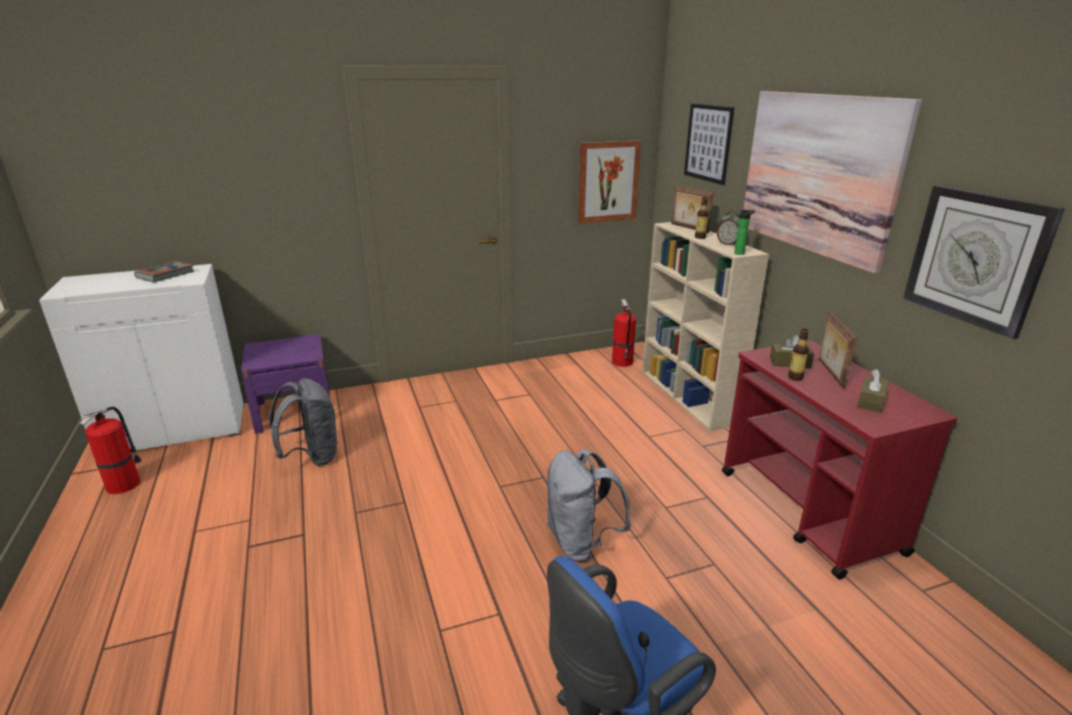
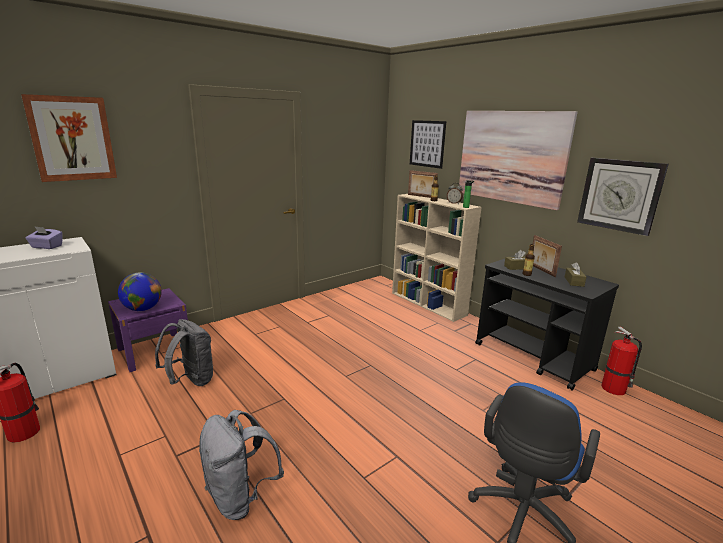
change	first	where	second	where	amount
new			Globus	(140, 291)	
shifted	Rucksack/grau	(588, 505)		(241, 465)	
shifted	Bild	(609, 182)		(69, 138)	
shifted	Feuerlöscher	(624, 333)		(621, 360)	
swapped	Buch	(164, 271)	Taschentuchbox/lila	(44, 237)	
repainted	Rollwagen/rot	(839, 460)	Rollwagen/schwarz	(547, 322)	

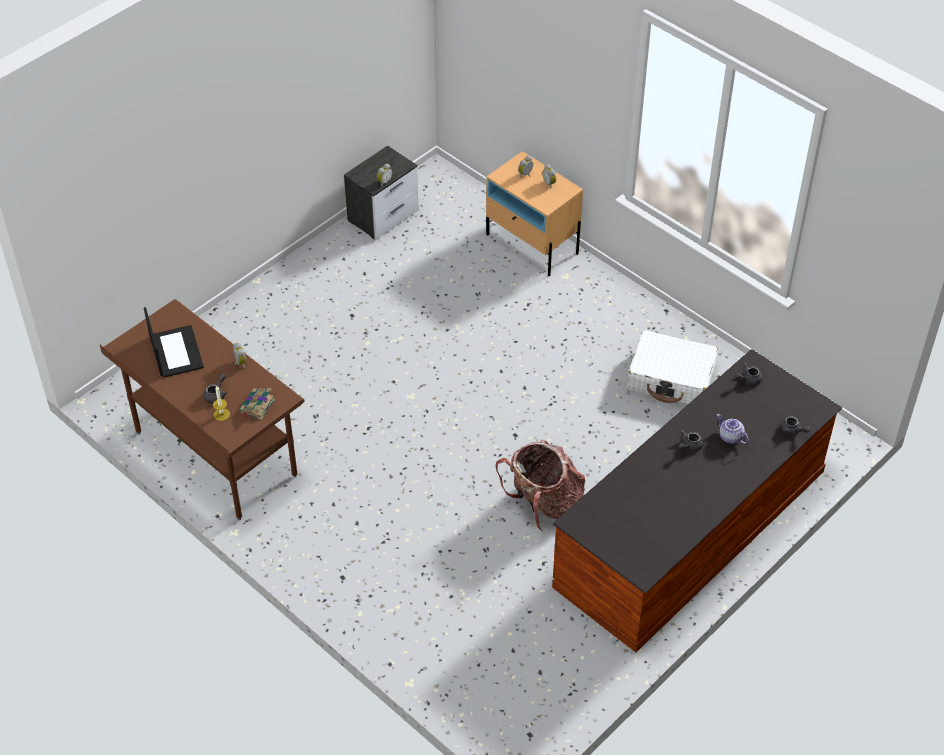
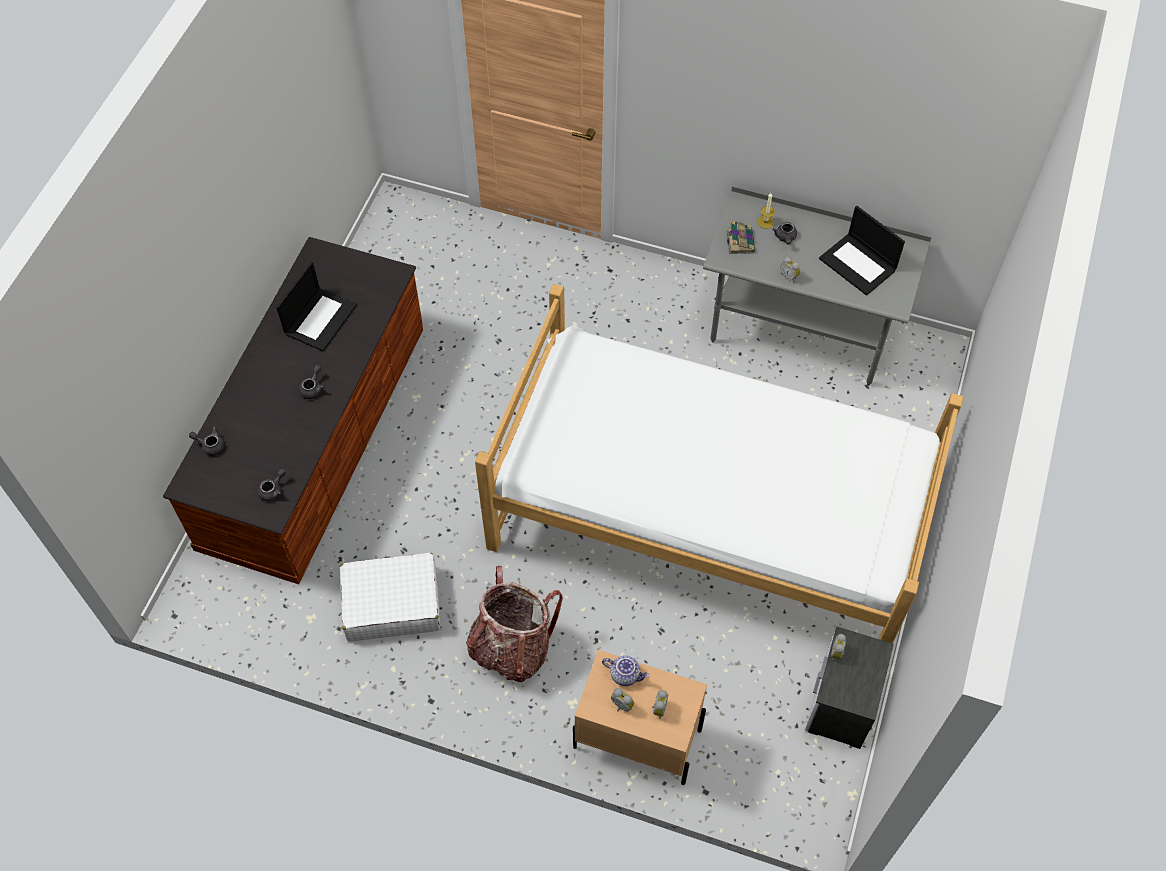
change	first	where	second	where	amount
new			Laptop	(316, 306)	
new			Bett	(719, 463)	
shifted	Rucksack	(541, 485)		(514, 624)	
shifted	Teekanne	(733, 429)		(625, 670)	
repainted	Schreibtisch/braun	(202, 409)	Schreibtisch/grau	(817, 285)	

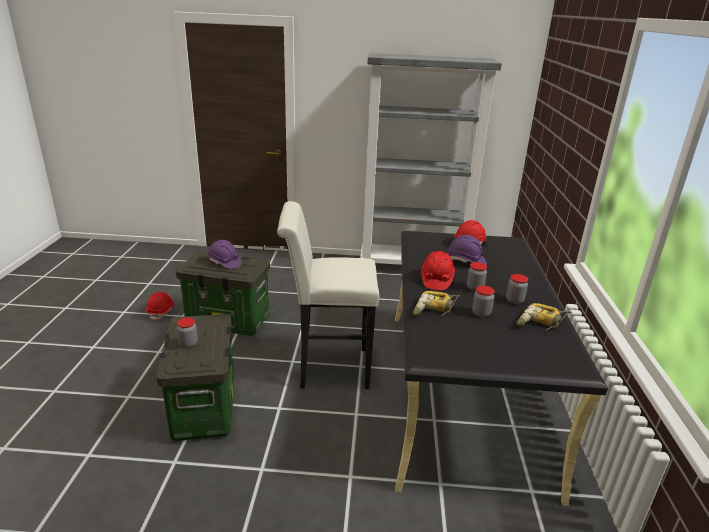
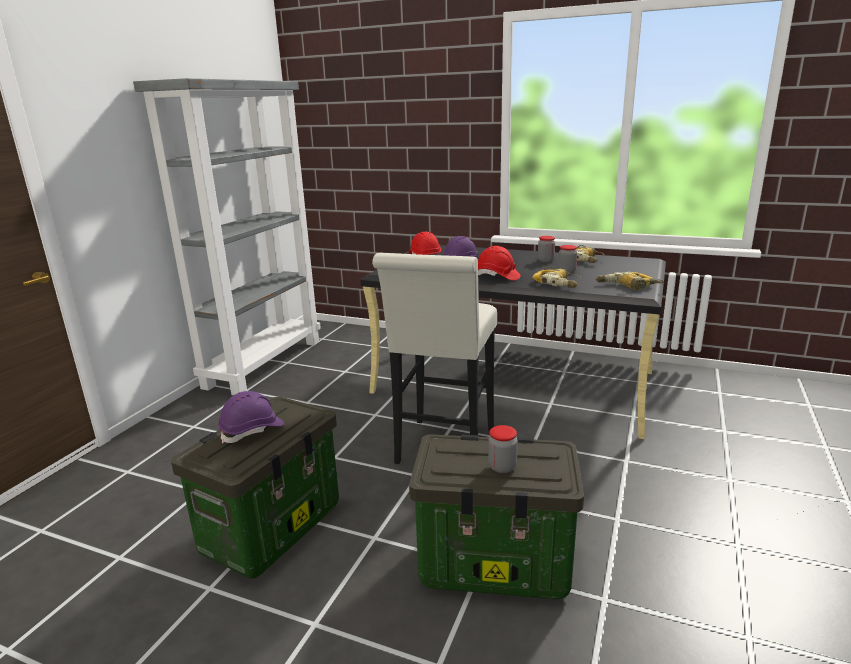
change	first	where	second	where	amount
gone	Schutzhelm/rot	(161, 306)			
gone	Vorratsglas	(477, 276)			
new			Bohrmaschine	(630, 280)	

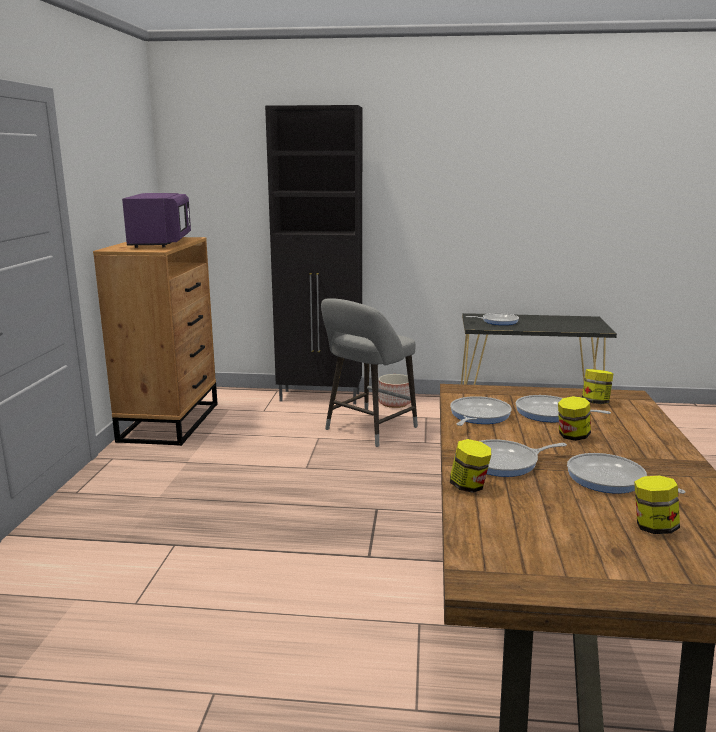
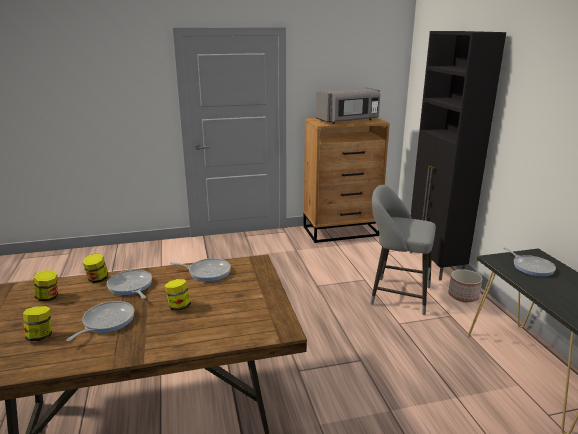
change	first	where	second	where	amount
gone	Pfanne	(563, 408)			
shifted	Vorratsglas	(597, 386)		(46, 285)	
repainted	Mikrowelle/lila	(156, 220)	Mikrowelle/grau	(348, 105)	

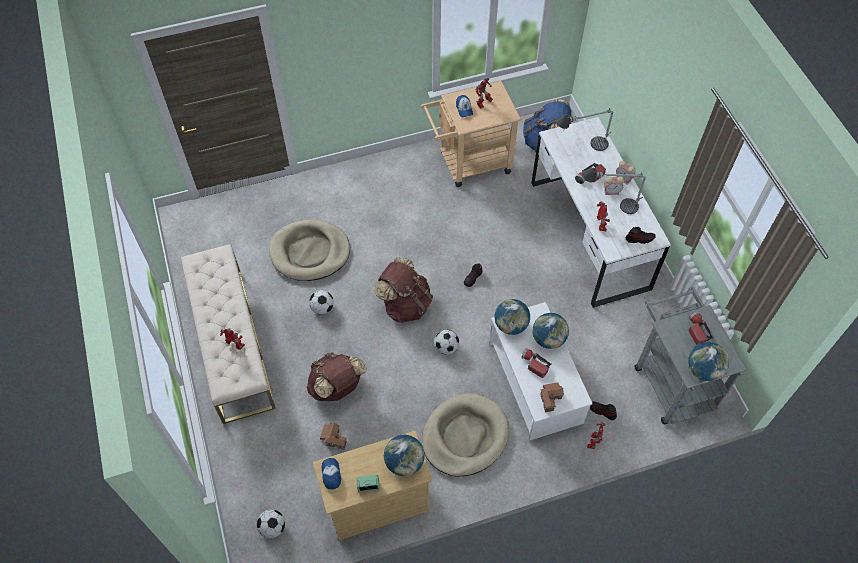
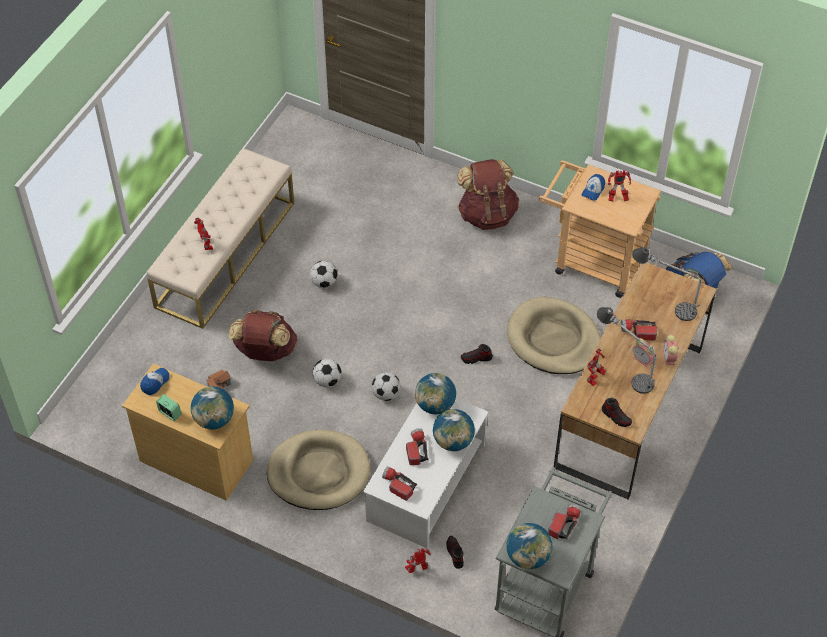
change	first	where	second	where	amount
shifted	Fußball	(271, 523)		(326, 373)	
shifted	Hundebett/beige	(309, 250)		(554, 335)	
shifted	Rucksack/braun	(403, 290)		(488, 194)	
swapped	Spielzeughaus	(552, 397)	Taschenlampe	(399, 483)	
repainted	Schreibtisch/weiß	(601, 212)	Schreibtisch/braun	(635, 381)	

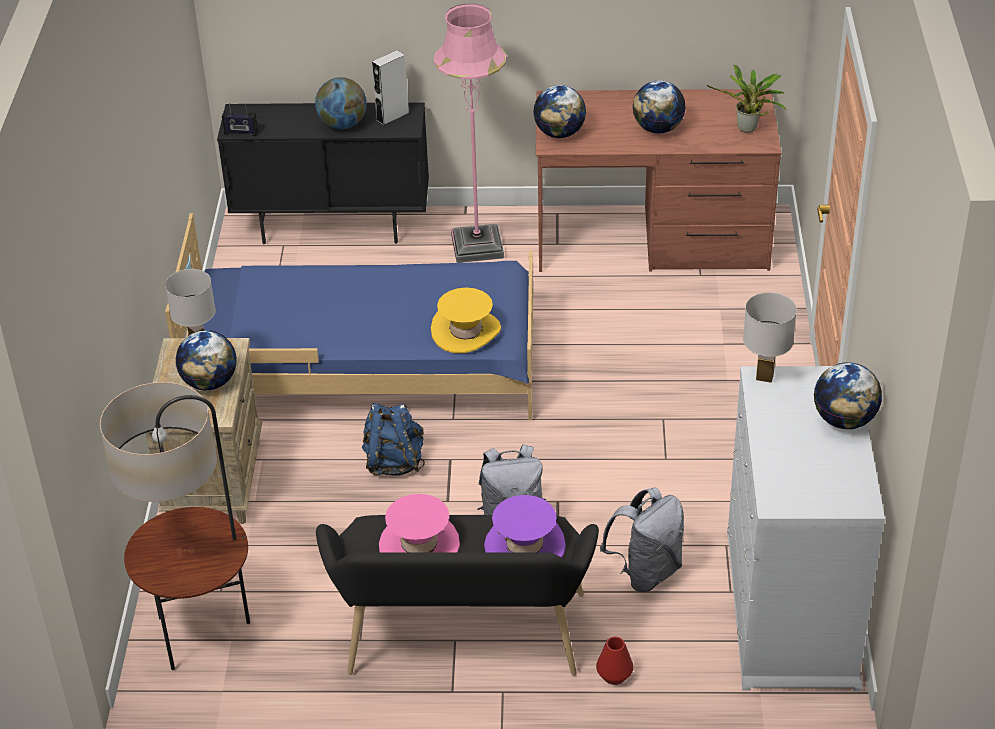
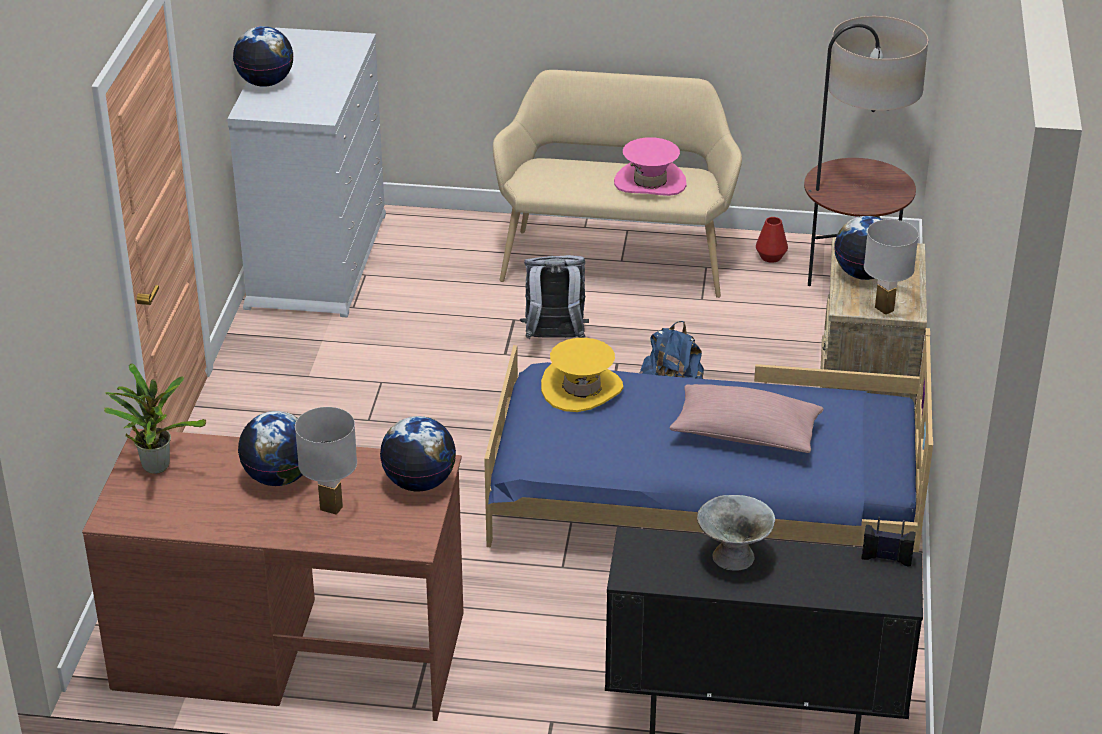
change	first	where	second	where	amount
gone	Lautsprecher/grau	(390, 87)			
gone	Stehlampe/rosa	(470, 133)			
gone	Hut/lila	(525, 526)			
gone	Rucksack/grau	(642, 540)			
new			Kissen/rosa	(746, 418)	
shifted	Vase/rot	(615, 661)		(772, 240)	
shifted	Tischlampe/weiß	(770, 337)		(326, 461)	
swapped	Globus	(341, 103)	Schüssel/grau	(736, 533)	
repainted	Bank/schwarz	(457, 595)	Bank/beige	(617, 184)	

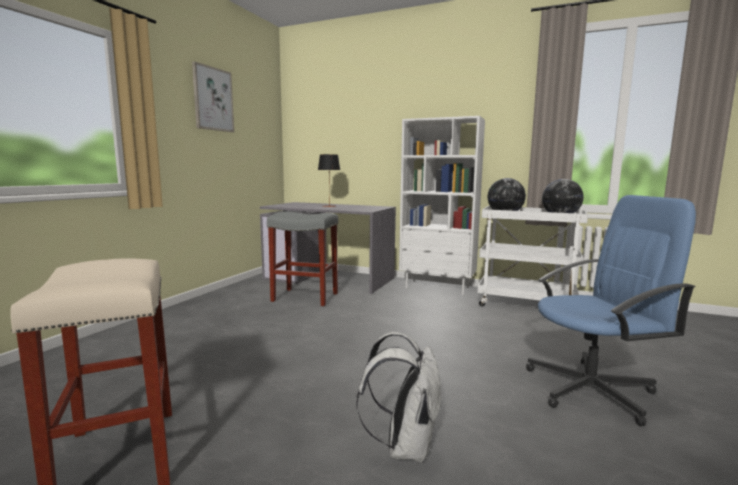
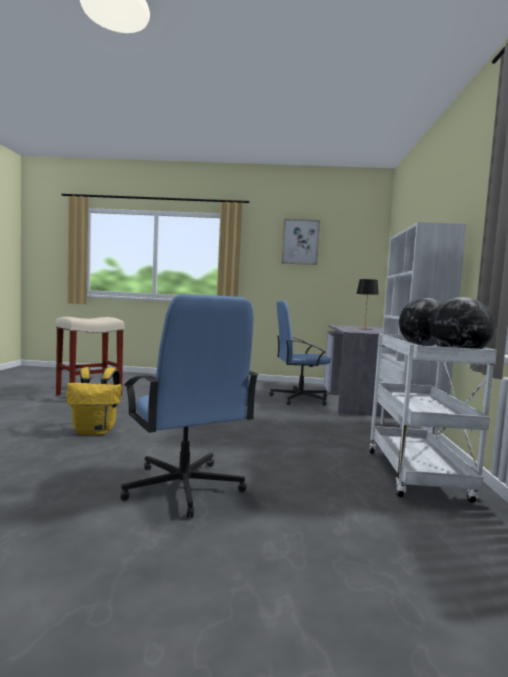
change	first	where	second	where	amount
swapped	Hocker/grau	(302, 258)	Bürostuhl/blau	(300, 353)	
repainted	Rucksack/weiß	(399, 397)	Rucksack/gelb	(94, 401)	

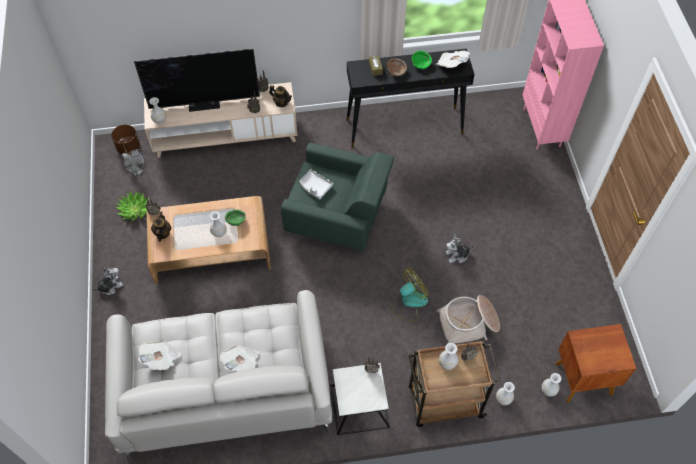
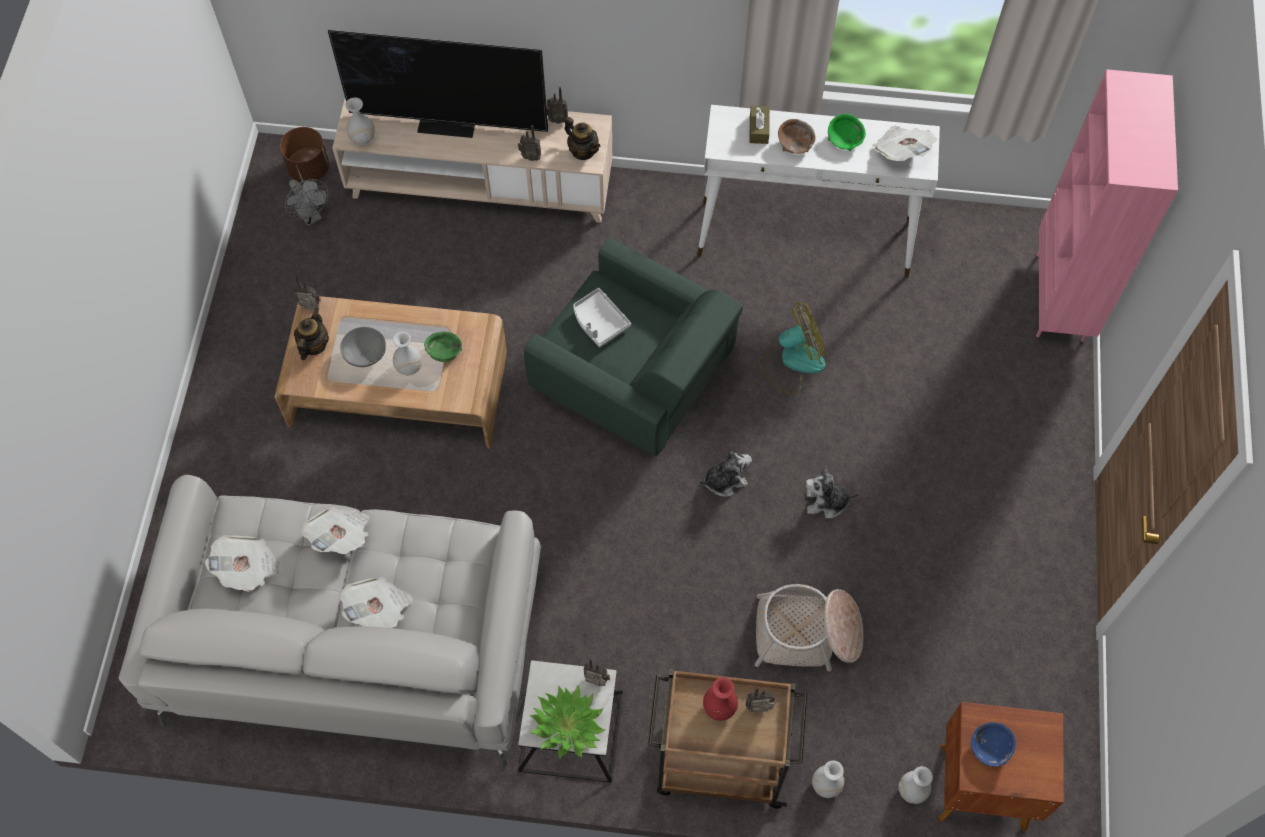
change	first	where	second	where	amount
new			Zeitung	(336, 530)	
new			Schüssel/grau	(363, 347)	
new			Schüssel/blau	(993, 744)	
shifted	Plüschtier	(108, 281)		(725, 474)	
shifted	Topfpflanze	(132, 206)		(567, 722)	
shifted	Ventilator	(410, 295)		(793, 348)	
repainted	Konsolentisch/schwarz	(410, 98)	Konsolentisch/weiß	(818, 191)	
repainted	Vase/weiß	(448, 356)	Vase/rot	(720, 699)	

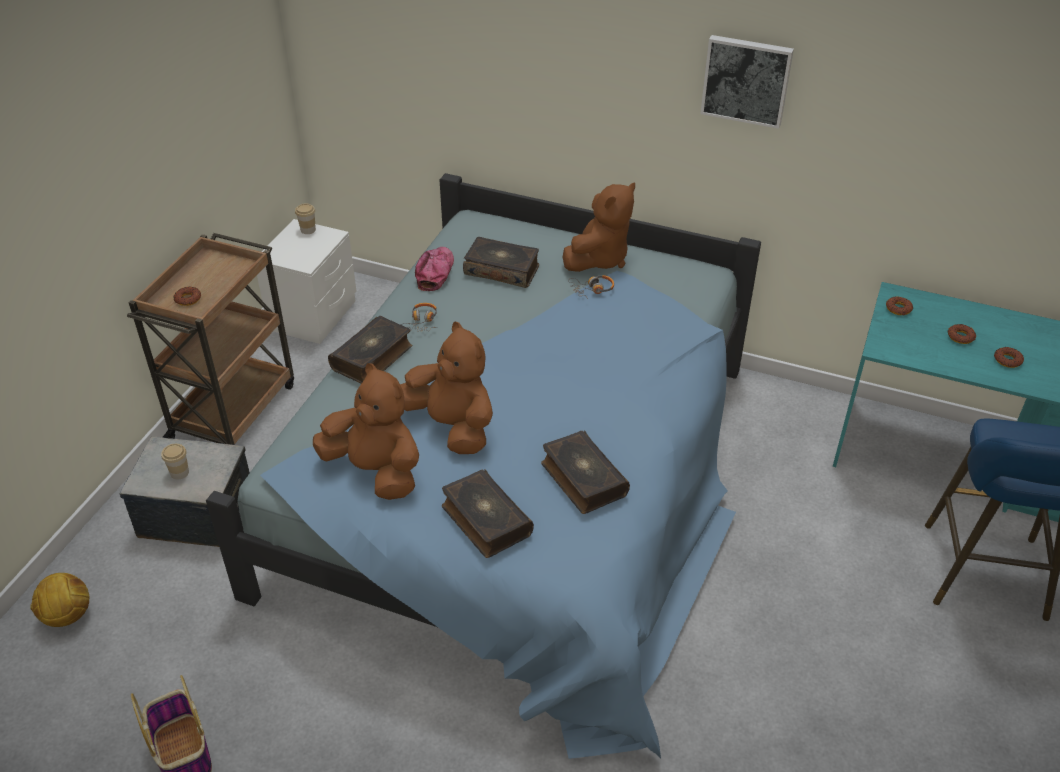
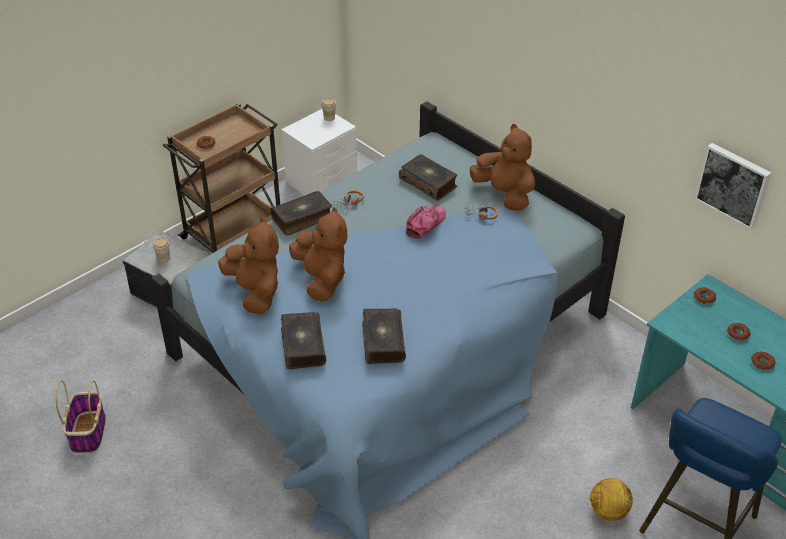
change	first	where	second	where	amount
shifted	Fußball	(60, 600)		(611, 499)	
shifted	Kappe	(434, 269)		(426, 222)	
shifted	Bild	(747, 82)		(733, 186)	
rotated	Plüschtier/braun	(599, 227)		(502, 167)	105 degrees counterclockwise

